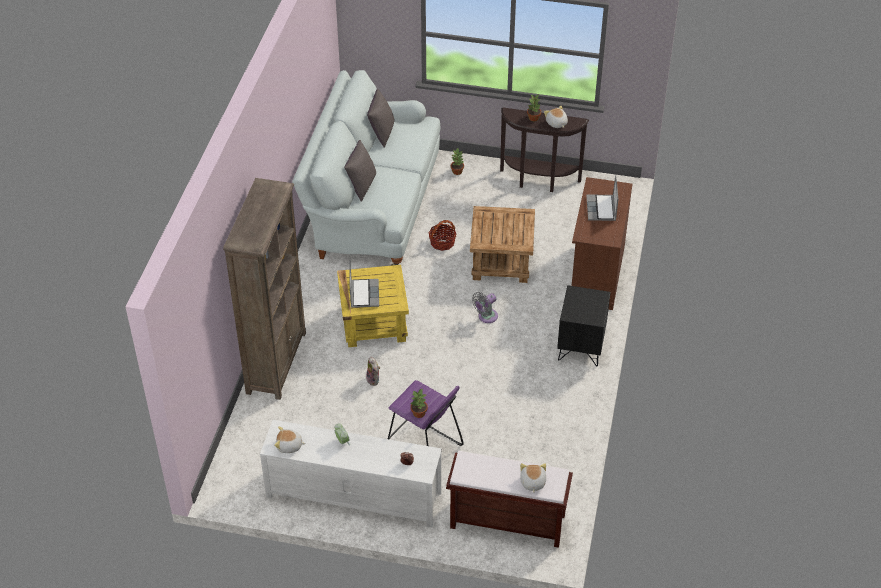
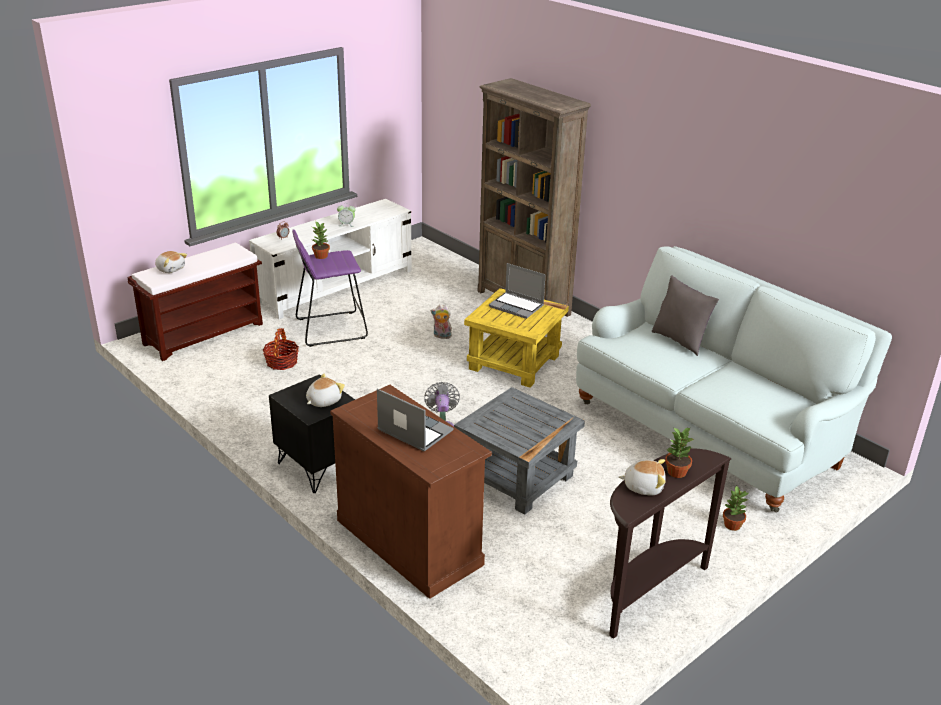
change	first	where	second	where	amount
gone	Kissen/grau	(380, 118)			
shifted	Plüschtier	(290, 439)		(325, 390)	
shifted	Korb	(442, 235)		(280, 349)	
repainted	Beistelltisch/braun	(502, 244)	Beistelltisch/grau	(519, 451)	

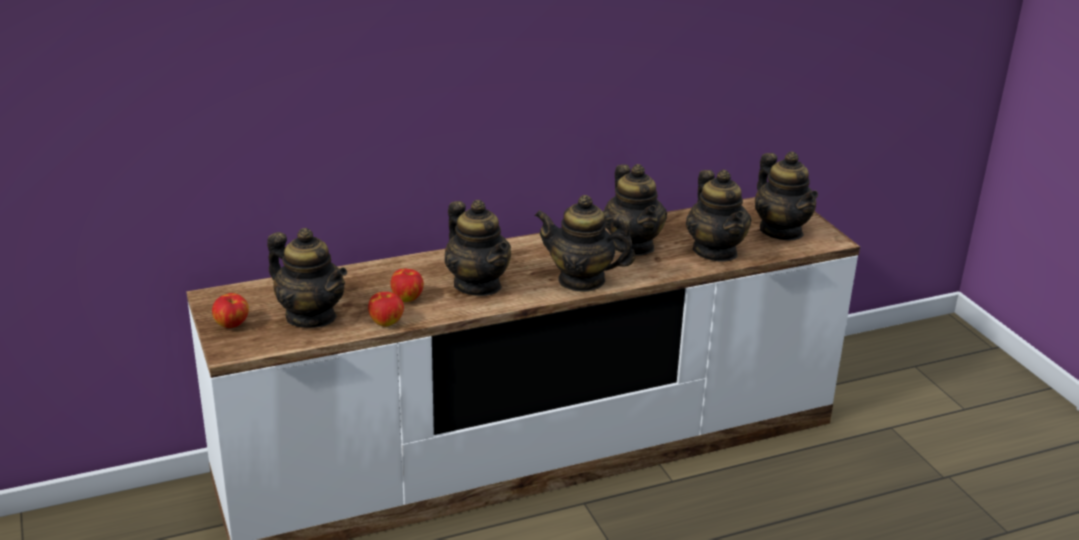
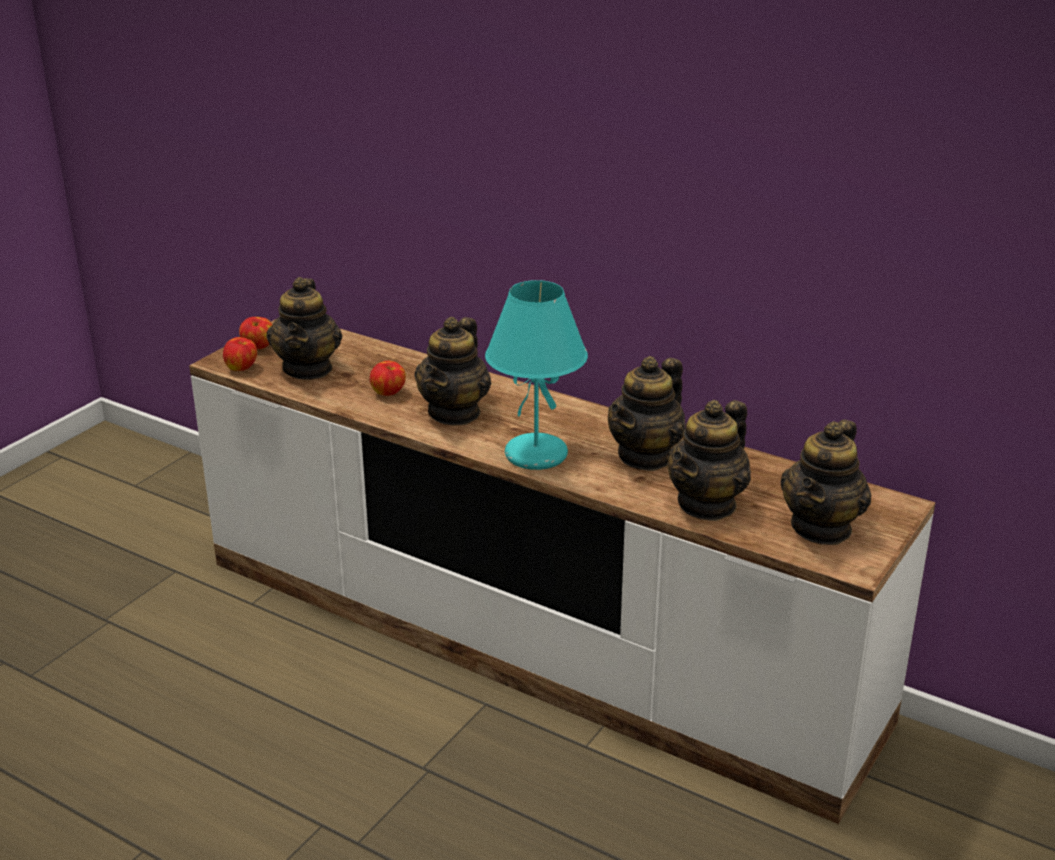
change	first	where	second	where	amount
shifted	Apfel	(386, 309)		(240, 354)	
swapped	Teekanne	(585, 243)	Tischlampe/türkis	(536, 375)	

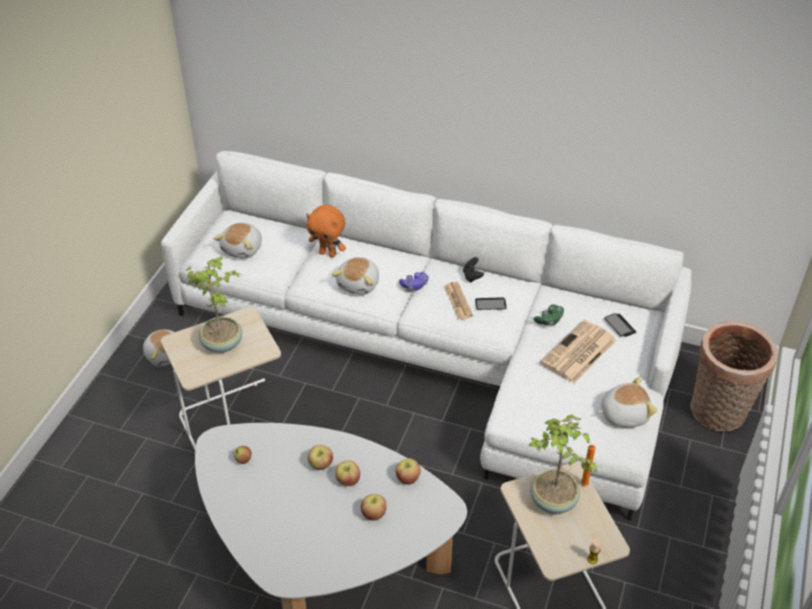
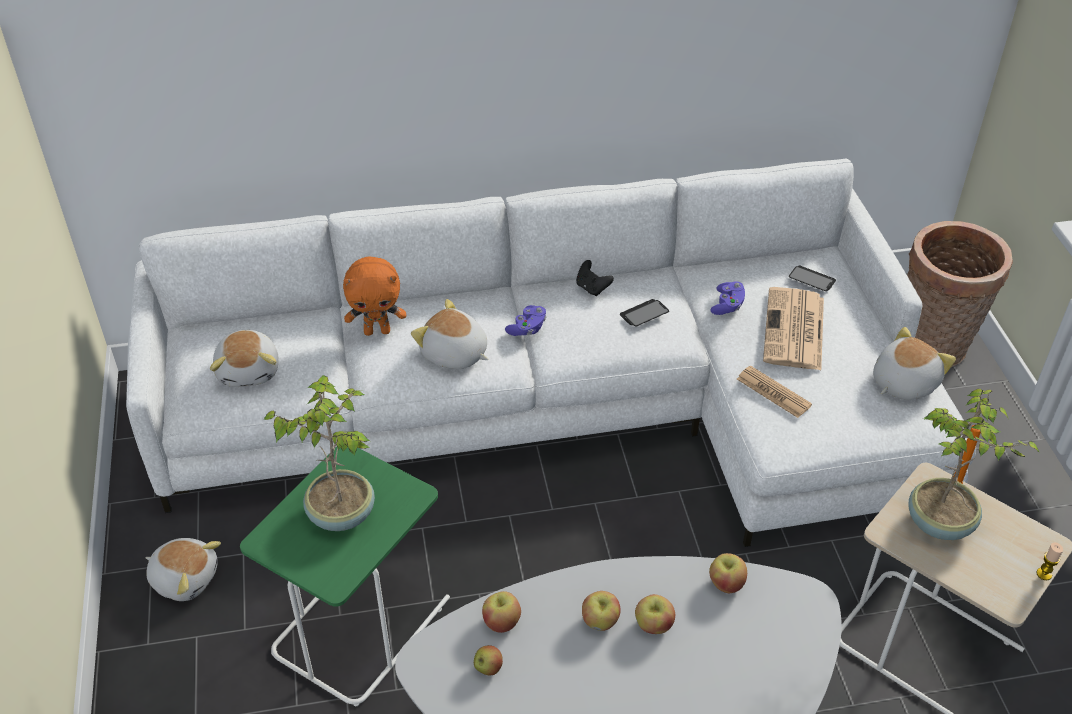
change	first	where	second	where	amount
shifted	Apfel	(374, 507)		(501, 612)	
shifted	Zeitung	(458, 300)		(774, 392)	
repainted	Beistelltisch/beige	(221, 378)	Beistelltisch/grün	(345, 576)	
repainted	Gamepad/grün	(549, 315)	Gamepad/lila	(728, 298)	
rotated	Plüschtier	(355, 276)		(450, 334)	135 degrees clockwise

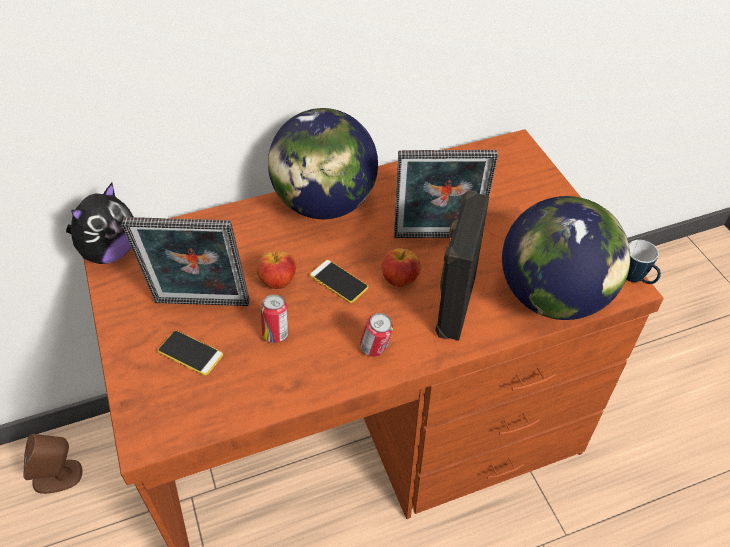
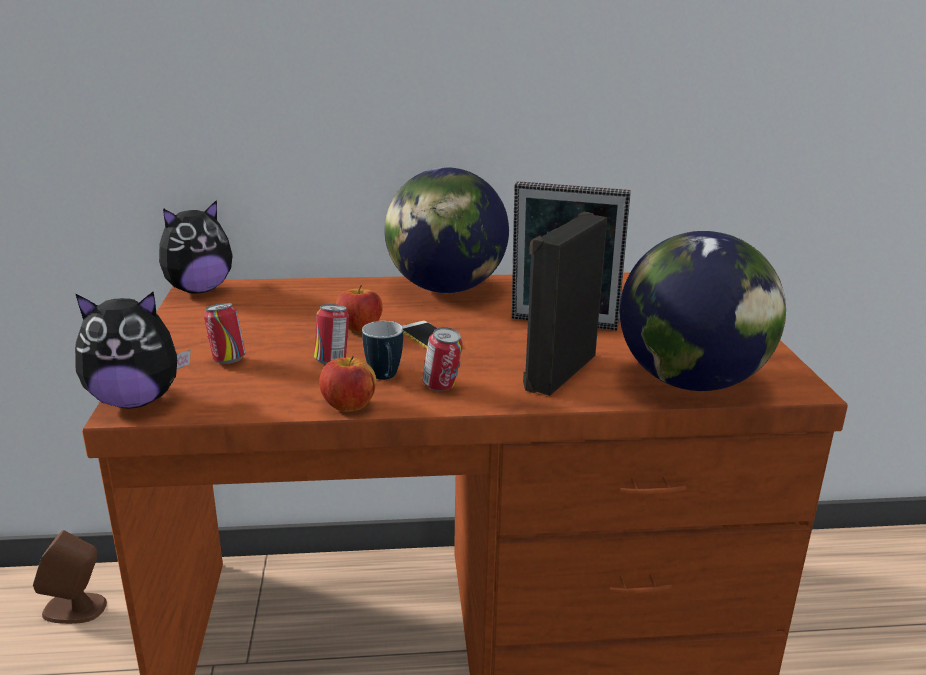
change	first	where	second	where	amount
gone	Bilderrahmen	(185, 261)			
new			Plüschtier	(133, 350)	
shifted	Apfel	(401, 267)		(347, 383)	
shifted	Henkelbecher	(643, 262)		(382, 350)	
swapped	Handy	(190, 353)	Dose	(224, 333)	

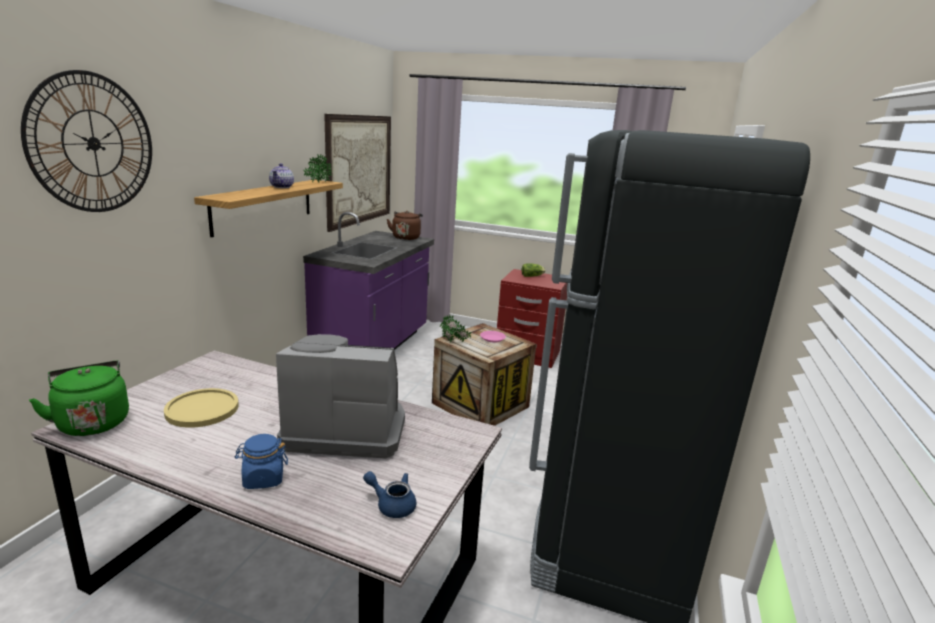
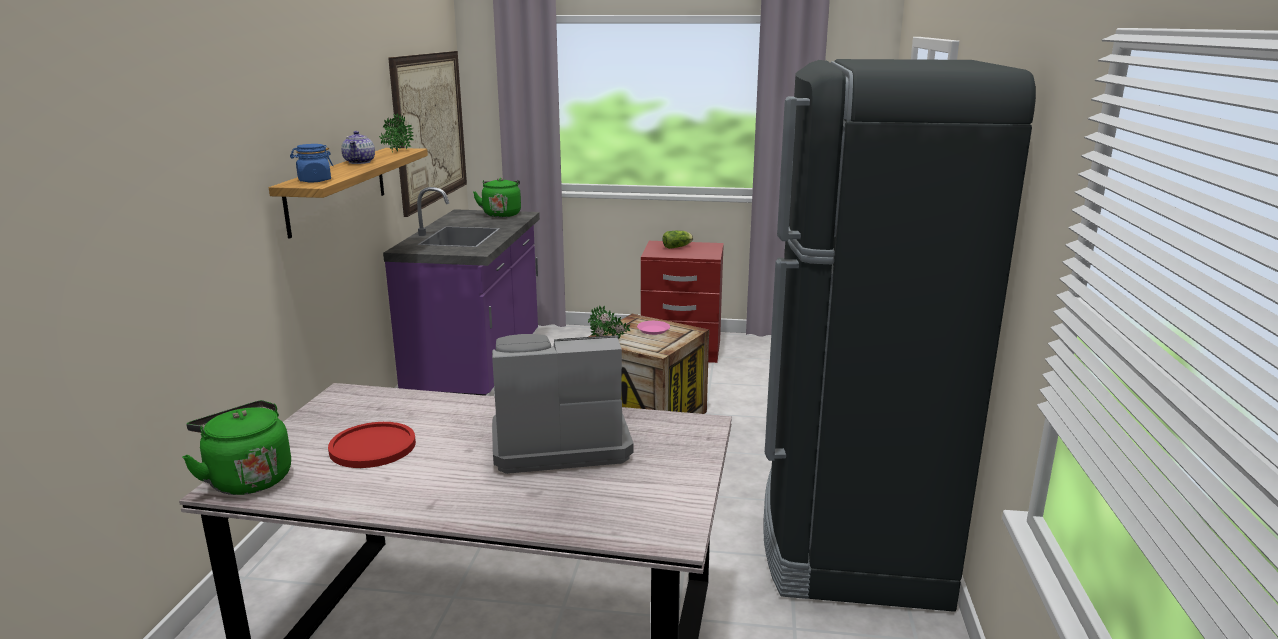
change	first	where	second	where	amount
gone	Wanduhr	(86, 141)			
gone	Teekanne/blau	(389, 494)			
shifted	Vorratsglas/blau	(261, 461)		(311, 163)	
repainted	Teller/gelb	(201, 408)	Teller/rot	(372, 445)	
repainted	Wasserkessel/braun	(405, 225)	Wasserkessel/grün	(497, 197)	

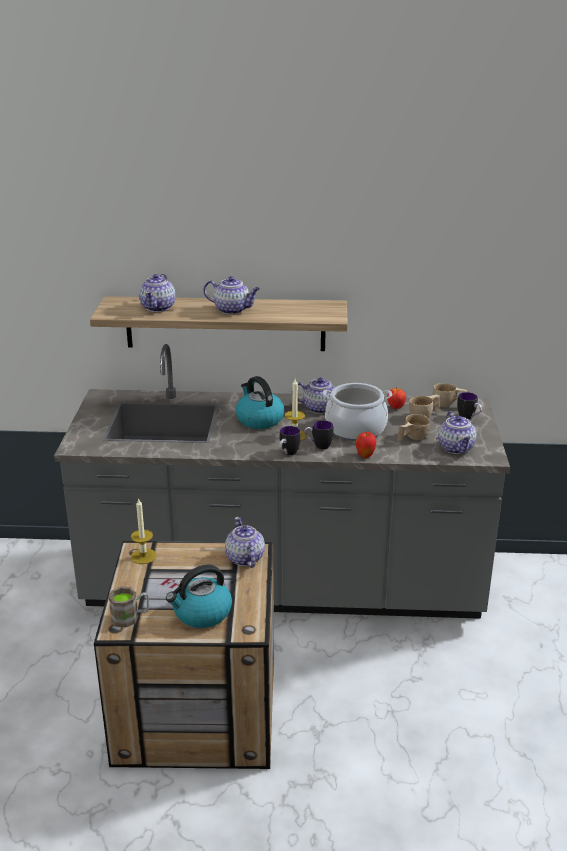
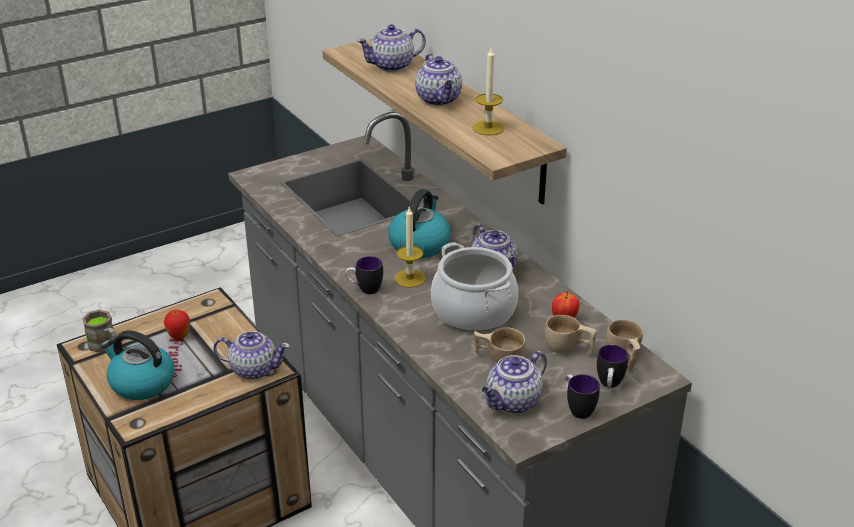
change	first	where	second	where	amount
shifted	Kerze	(144, 531)		(488, 91)	
shifted	Henkelbecher	(319, 435)		(582, 396)	
shifted	Apfel	(366, 445)		(177, 325)	
rotated	Teekanne	(245, 542)		(251, 355)	60 degrees clockwise

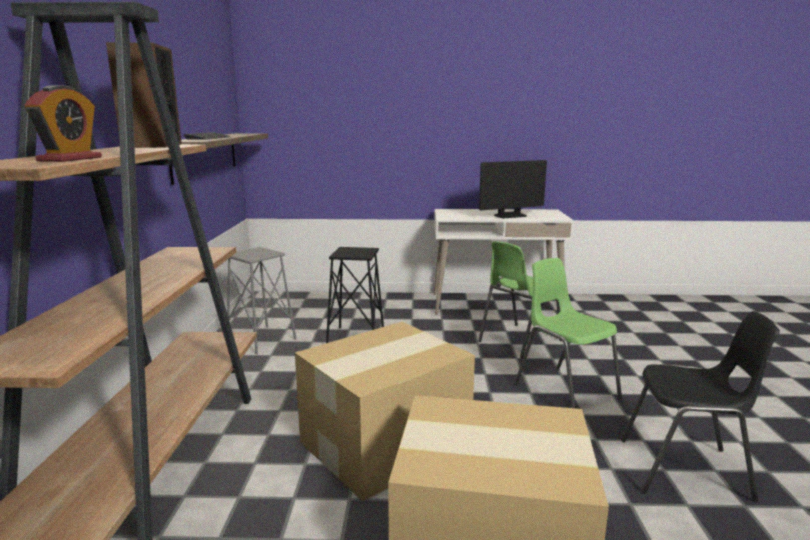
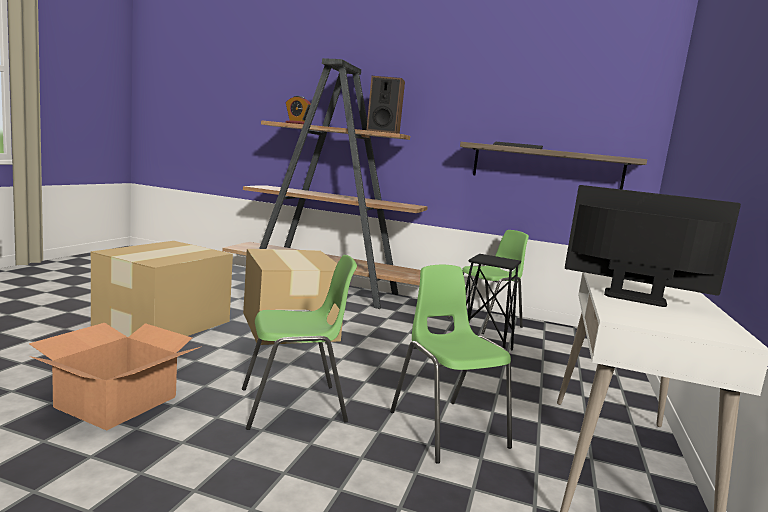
change	first	where	second	where	amount
swapped	Hocker/grau	(262, 301)	Stuhl/grün	(488, 282)	
swapped	Stuhl/schwarz	(700, 406)	Karton	(114, 377)	
rotated	Monitor	(513, 189)		(653, 246)	120 degrees clockwise

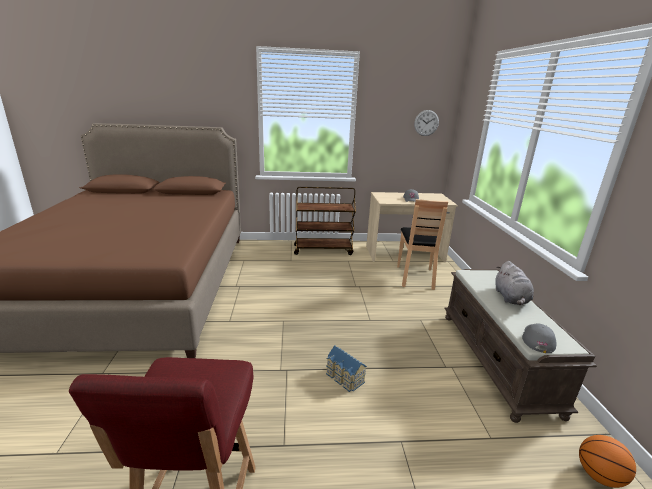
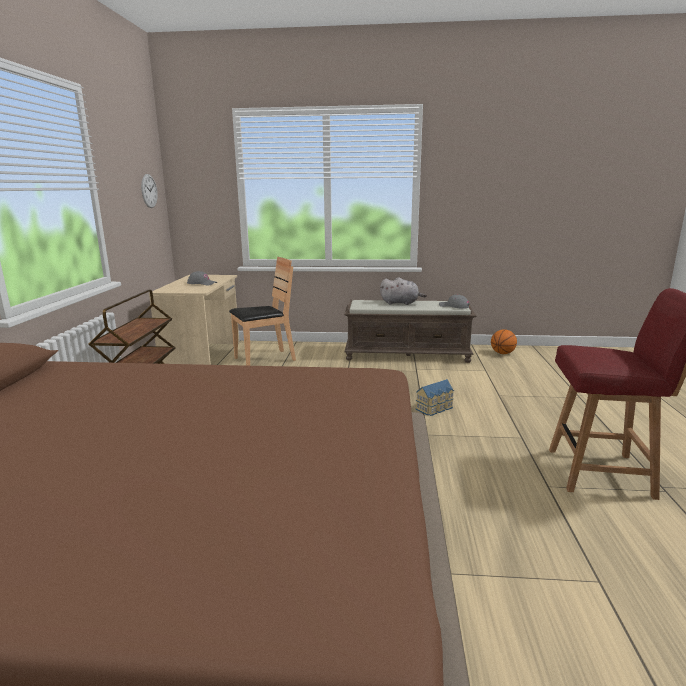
change	first	where	second	where	amount
rotated	Stuhl/braun	(422, 244)		(262, 311)	45 degrees counterclockwise

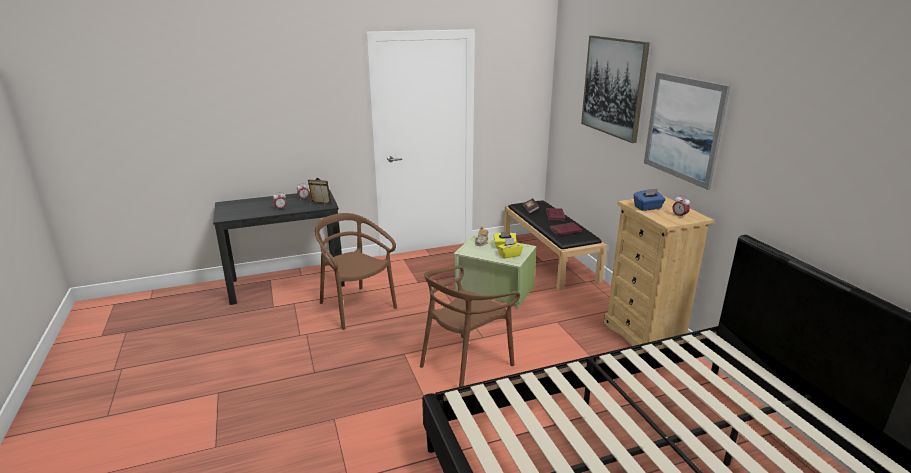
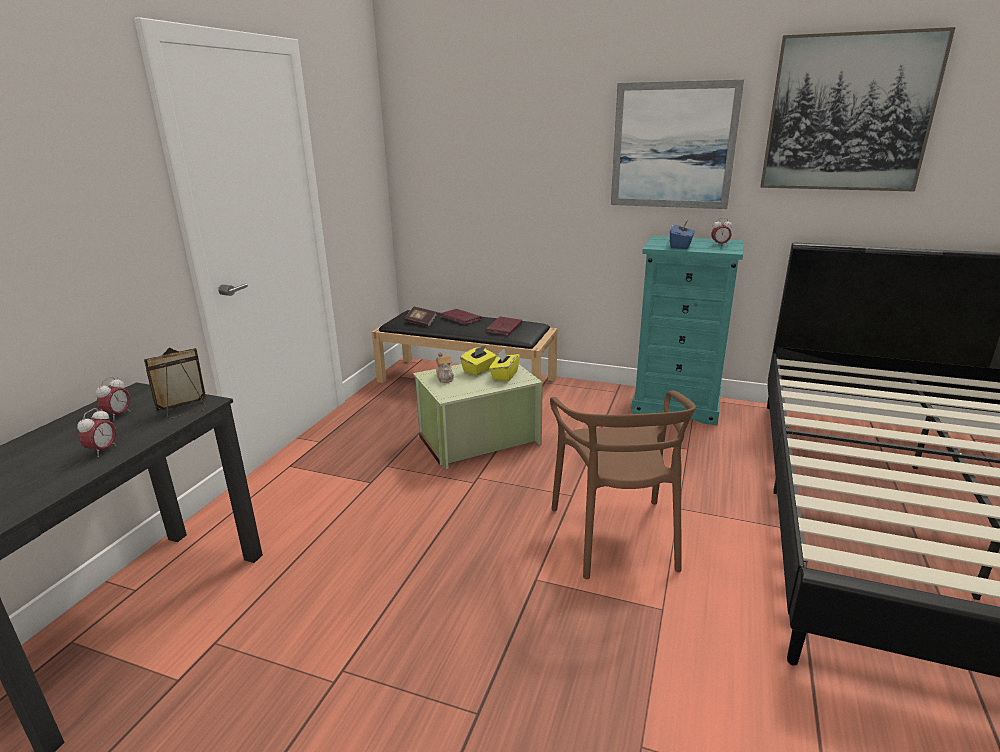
change	first	where	second	where	amount
gone	Stuhl/braun	(356, 271)			
shifted	Bild	(615, 89)		(858, 109)	
repainted	Kommode/beige	(659, 270)	Kommode/türkis	(687, 330)	

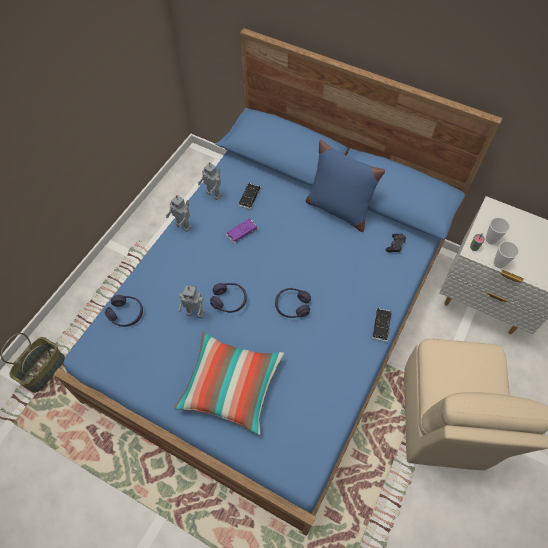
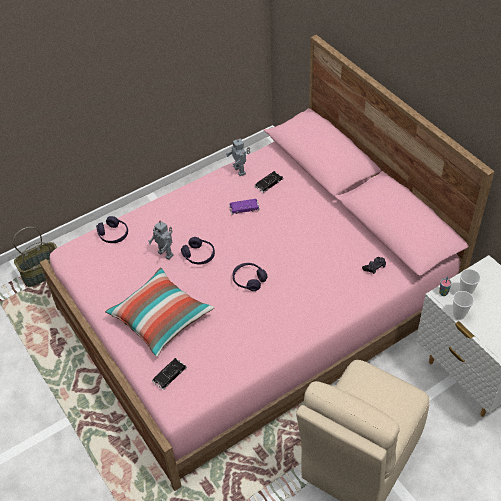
change	first	where	second	where	amount
gone	Spielzeugroboter	(178, 213)			
gone	Kissen/blau	(345, 186)			
shifted	Spielzeugauto/schwarz	(382, 324)		(169, 374)	
repainted	Bett/blau	(277, 282)	Bett/rosa	(267, 263)	

